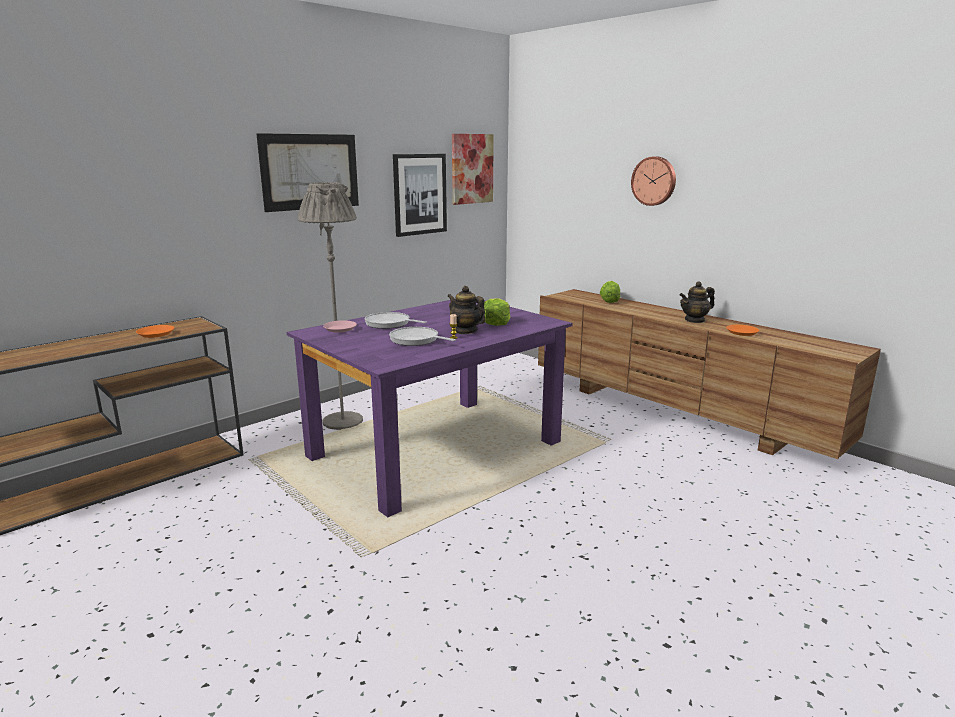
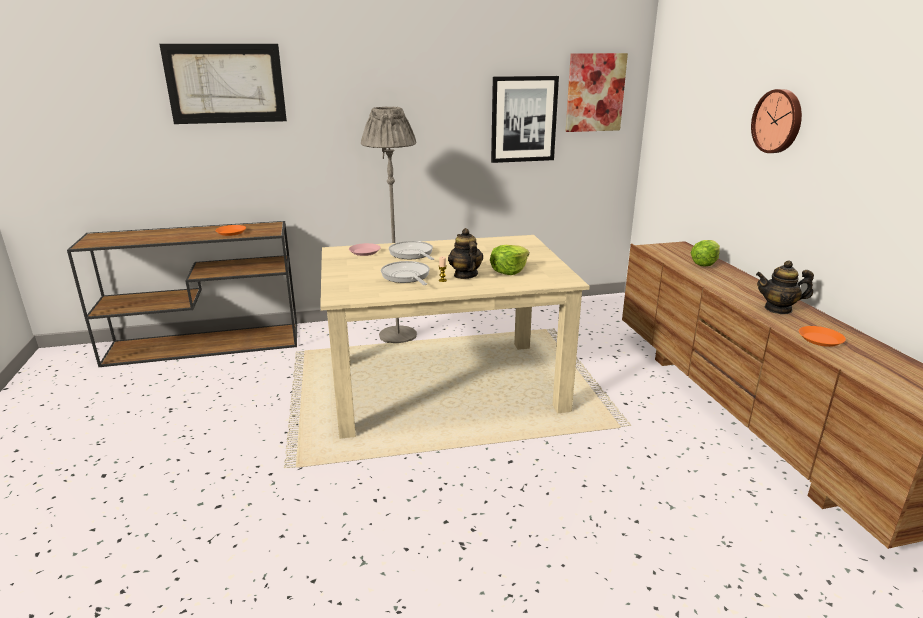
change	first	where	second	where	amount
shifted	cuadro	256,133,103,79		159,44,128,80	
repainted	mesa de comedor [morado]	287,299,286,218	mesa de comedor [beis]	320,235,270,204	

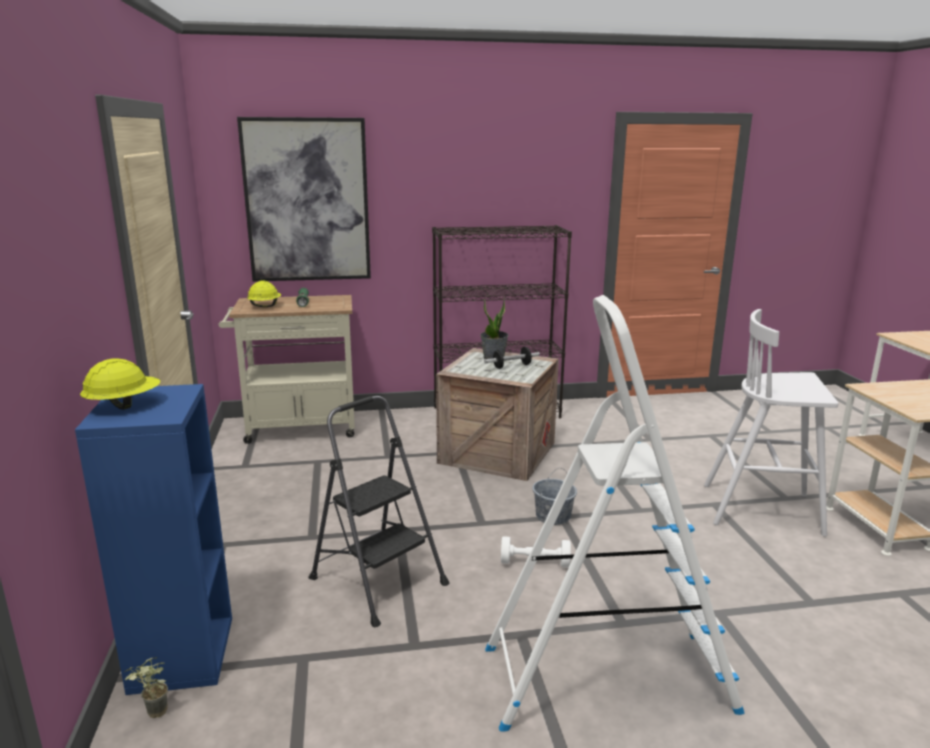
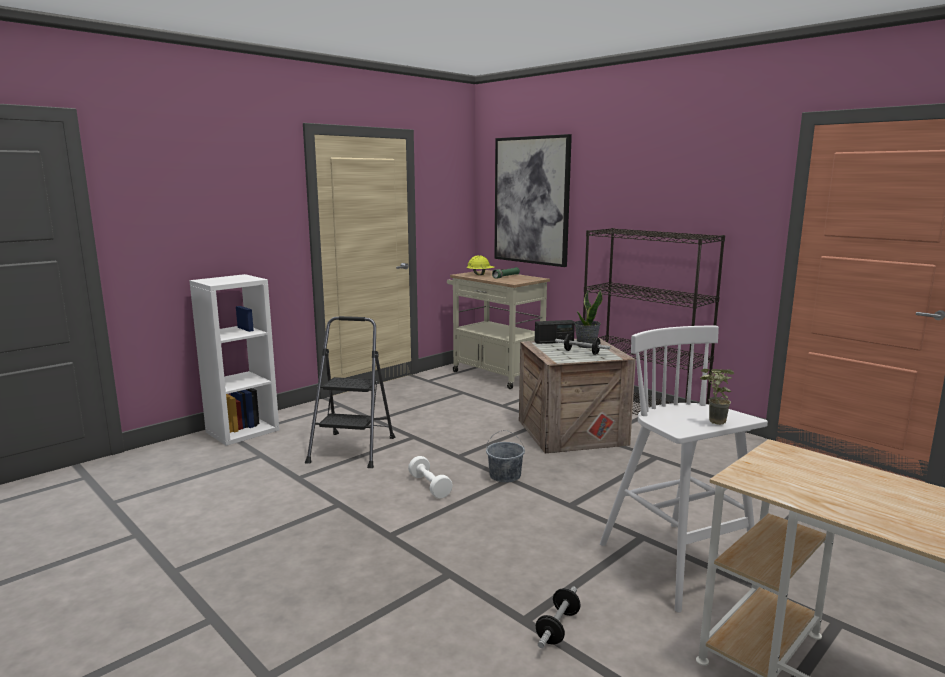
change	first	where	second	where	amount
gone	escalera de tijera [blanco]	485,295,259,437			
gone	casco [amarillo]	80,358,80,52			
repainted	estantería [azul]	75,384,157,311	estantería [blanco]	189,274,90,172	
shifted	planta en maceta	124,657,44,61		700,369,34,56	
new			radio	535,320,40,24	
new			mancuerna	536,586,45,62	

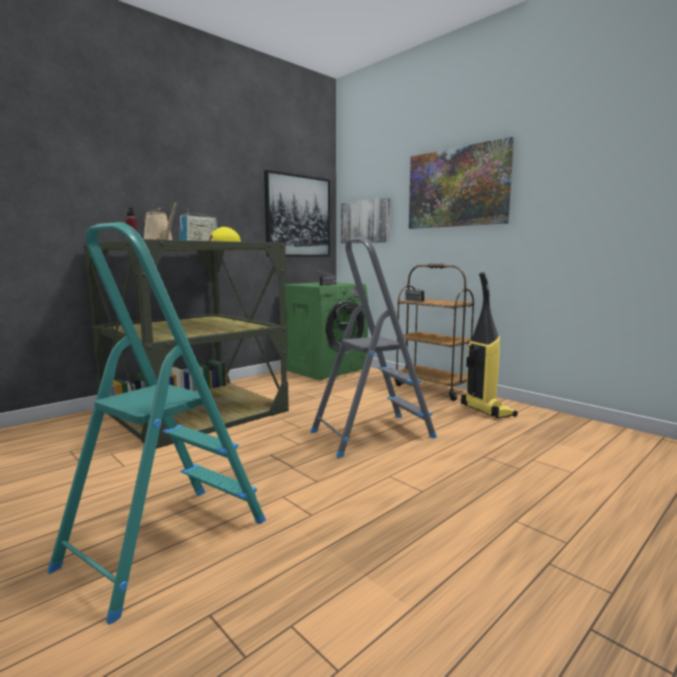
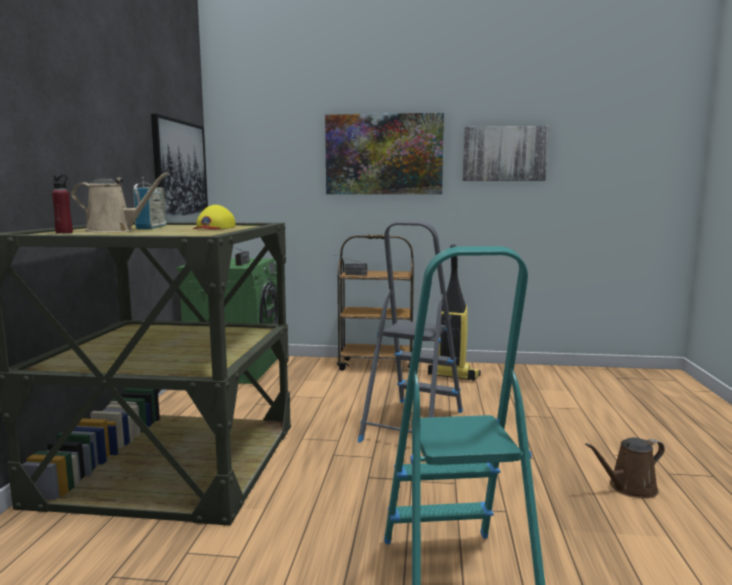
change	first	where	second	where	amount
shifted	cuadro	341,198,49,46		463,126,86,55	
new			regadera [marrón]	585,437,80,61	

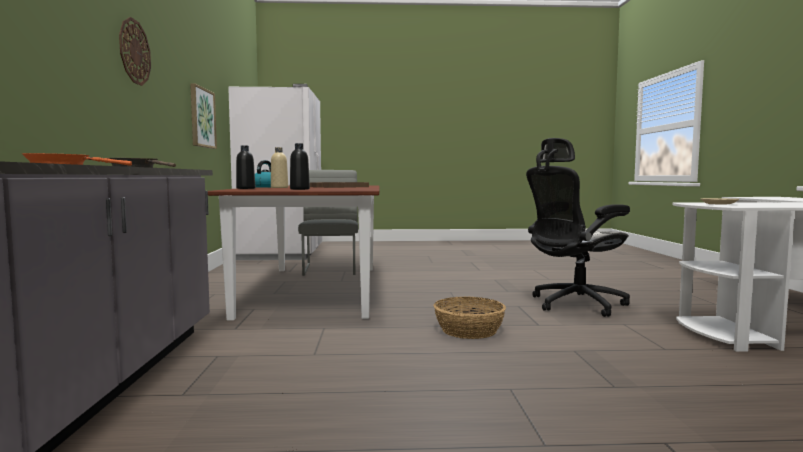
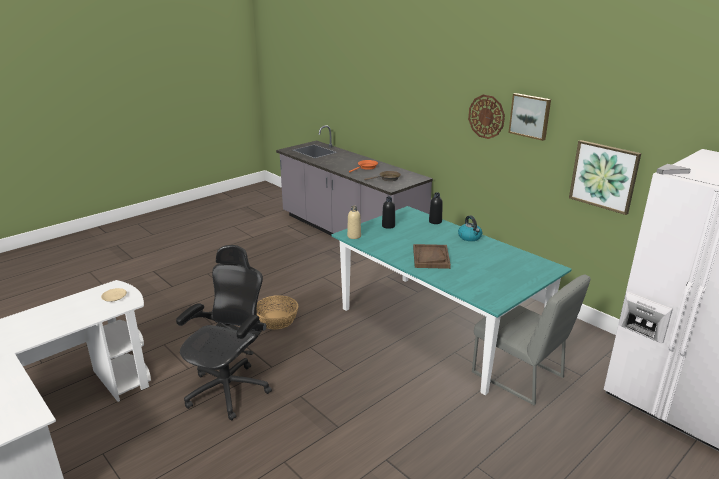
change	first	where	second	where	amount
shifted	botella [beis]	271,147,17,41		347,206,14,33	
repainted	mesa de comedor [marrón]	208,186,171,135	mesa de comedor [turquesa]	332,206,240,189	
new			cuadro	508,93,43,48	

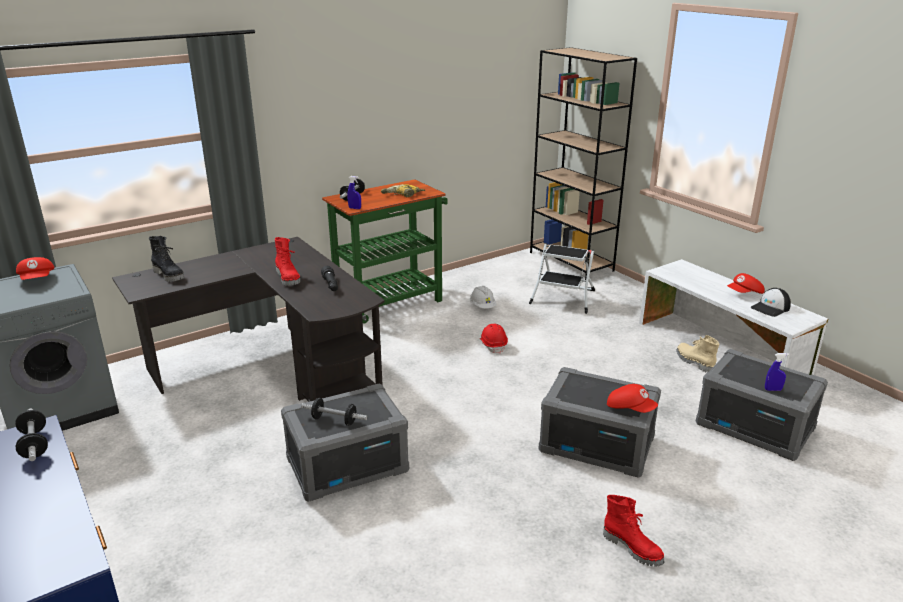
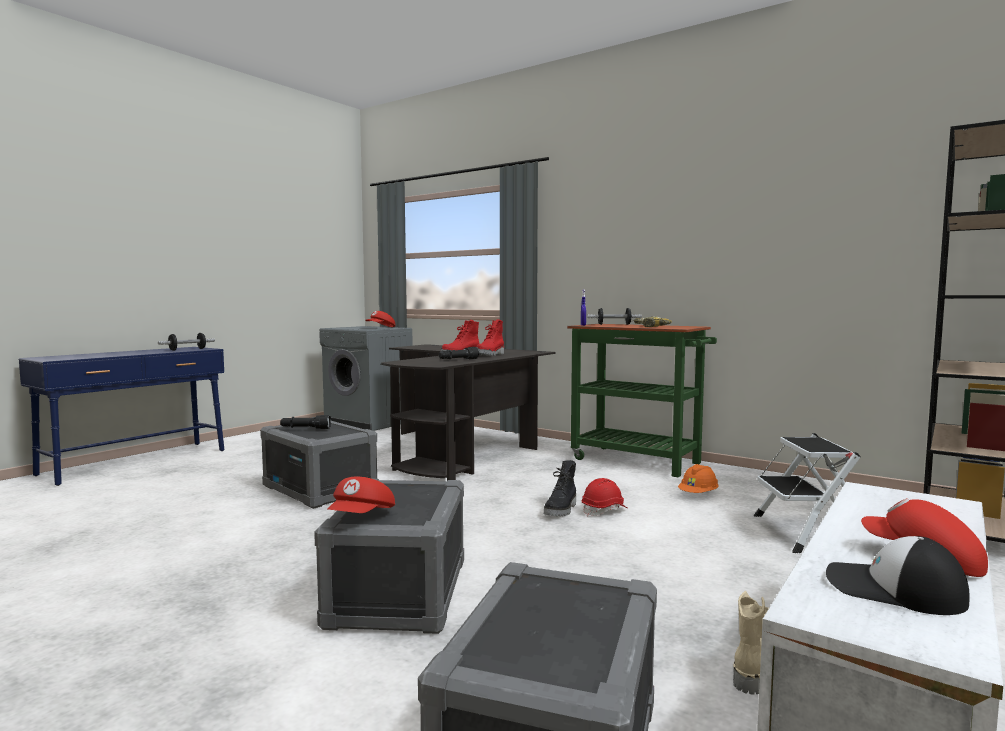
change	first	where	second	where	amount
shifted	bota [negro]	149,236,35,46		544,460,32,56	
repainted	casco [blanco]	470,286,26,22	casco [naranja]	678,464,40,29	
gone	pulverizador [azul]	765,353,24,38			
swapped	mancuerna	301,398,66,28	linterna [negro]	280,415,51,14	
shifted	bota [rojo]	603,495,61,72		477,319,27,37	

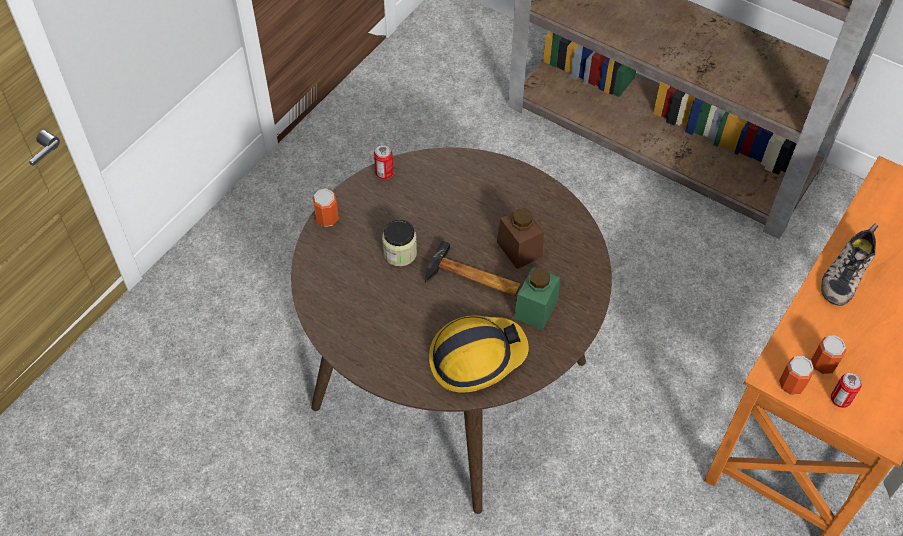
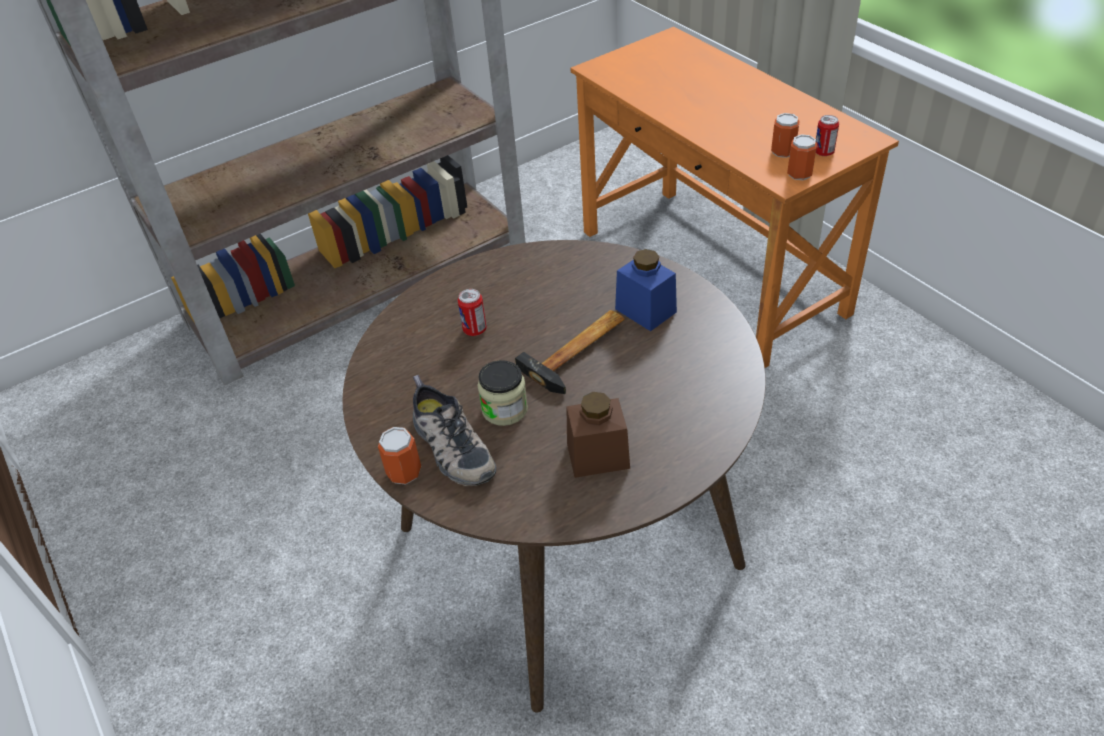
change	first	where	second	where	amount
shifted	lata	374,145,19,34		458,289,29,47	
shifted	tarro [marrón]	497,207,47,62		566,392,64,86	
shifted	zapato	821,224,57,82		413,375,83,111	
repainted	tarro [verde]	514,267,46,63	tarro [azul]	615,249,62,82	
gone	casco	429,315,100,77			

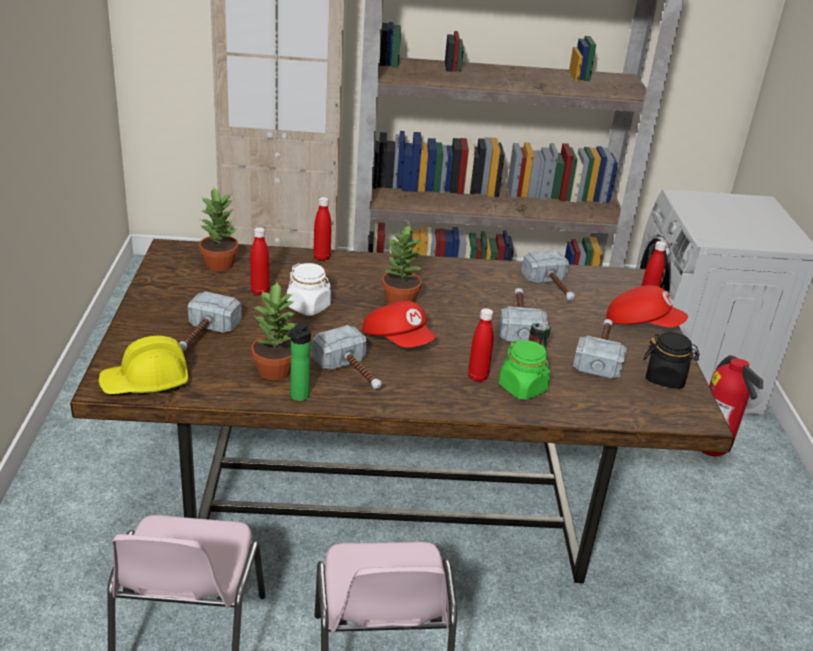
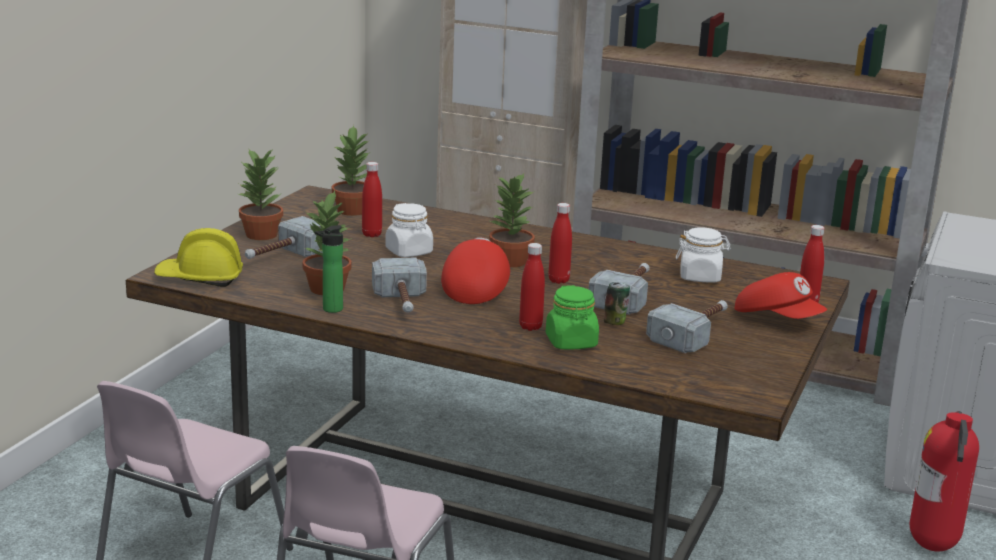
change	first	where	second	where	amount
shifted	botella [rojo]	313,197,19,64		549,203,23,81	
swapped	martillo	521,250,54,50	tarro [blanco]	676,227,55,55	
rotated	gorra [rojo]	362,301,74,47		441,237,69,67	150 degrees counterclockwise
gone	tarro [negro]	644,332,56,57			
new			planta en maceta	239,148,44,92	

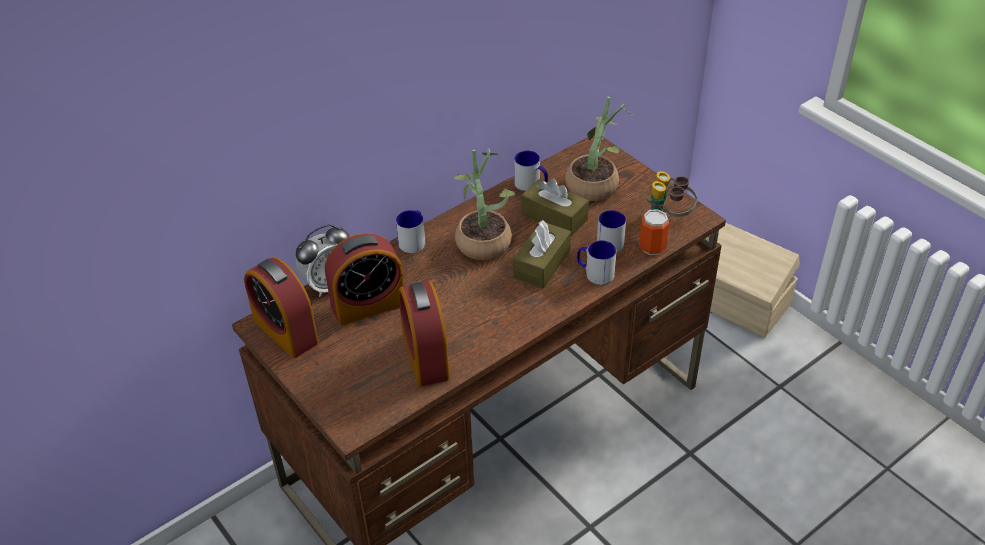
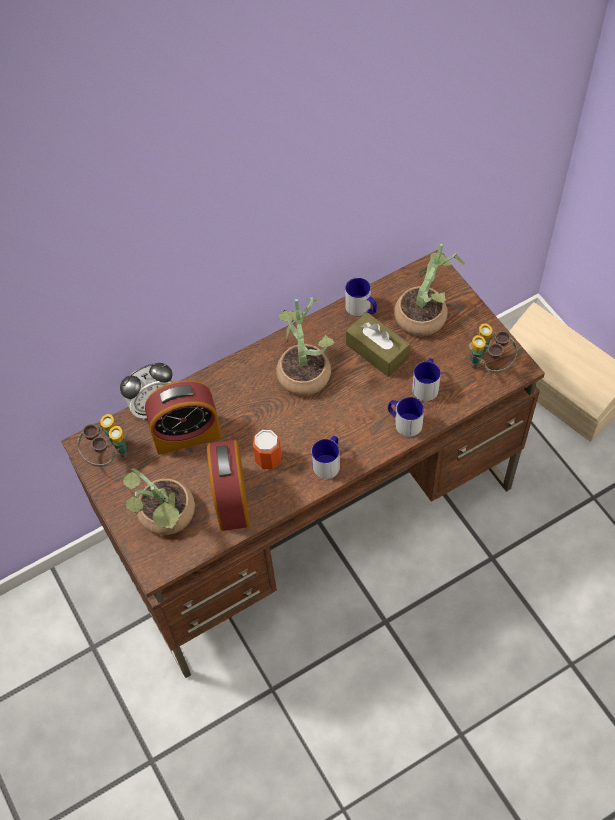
change	first	where	second	where	amount
shifted	lata	639,209,30,46		253,430,28,39	
shifted	taza grande	396,210,29,43		312,436,28,43	
gone	caja de pañuelos [marrón]	513,220,58,69			
swapped	despertador	244,257,75,101	prismáticos	78,414,50,53	
new			planta en maceta	123,468,72,67	

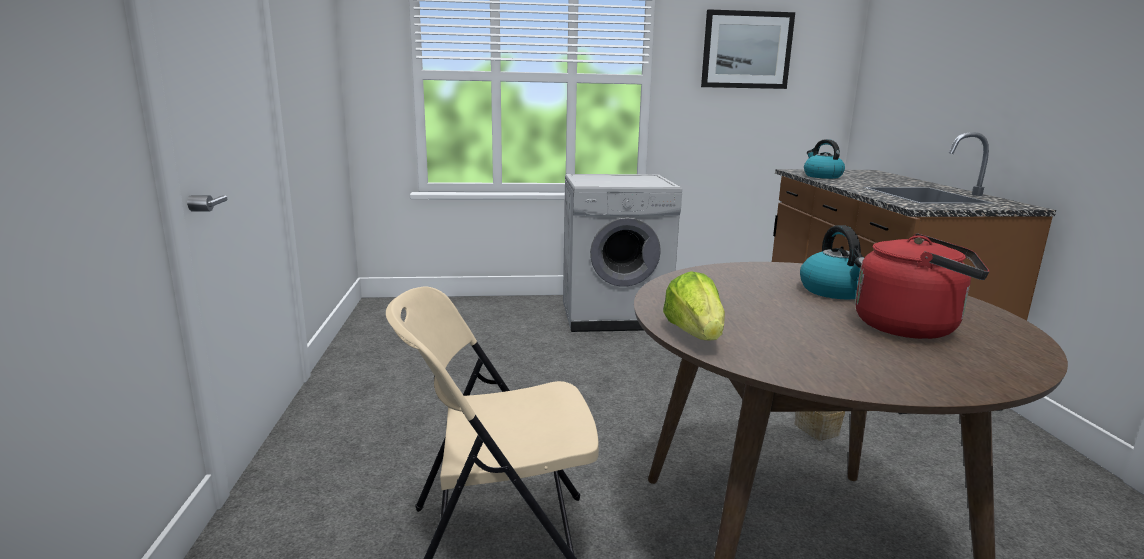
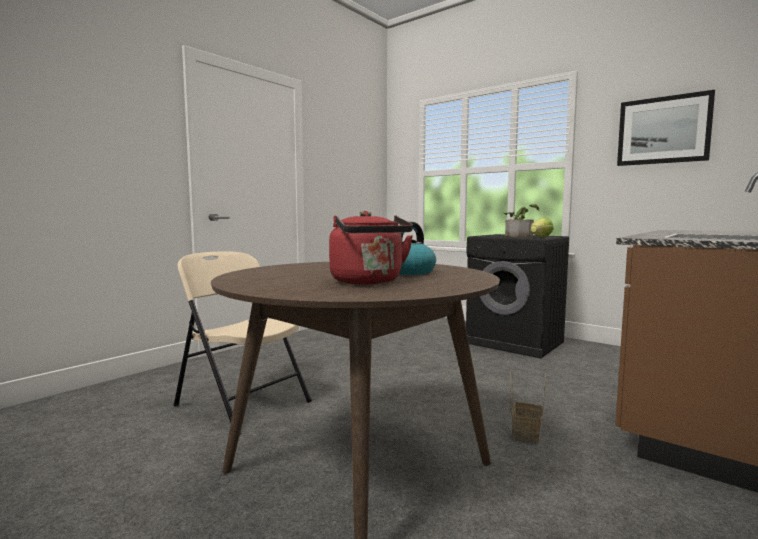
change	first	where	second	where	amount
gone	hervidor	804,139,41,40			
repainted	lavadora [blanco]	563,174,119,158	lavadora [negro]	466,234,103,124	
shifted	lechuga	663,271,62,70		531,217,23,20	
new			planta en maceta	504,204,35,33	

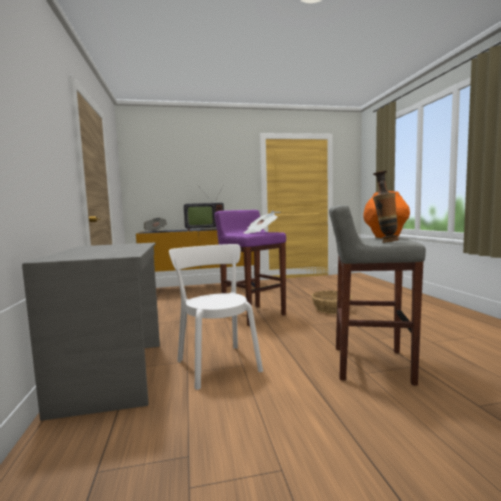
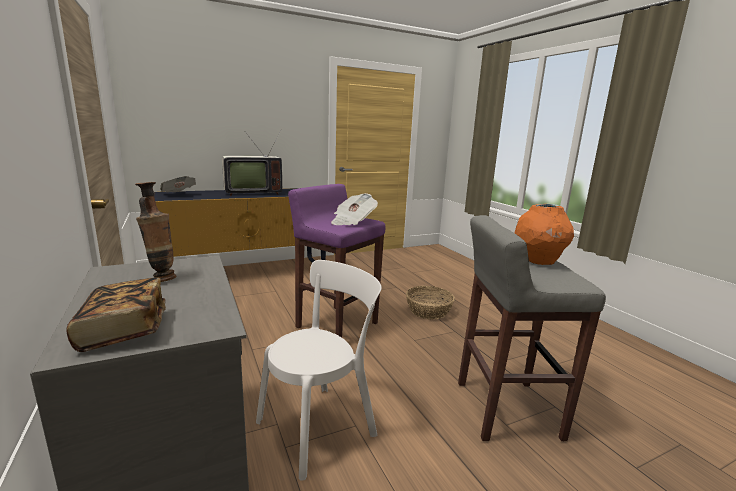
change	first	where	second	where	amount
shifted	florero	373,171,26,72		135,182,41,100	
rotated	silla [blanco]	169,244,94,146		256,260,126,221	90 degrees clockwise
new			libro	66,278,100,74	

